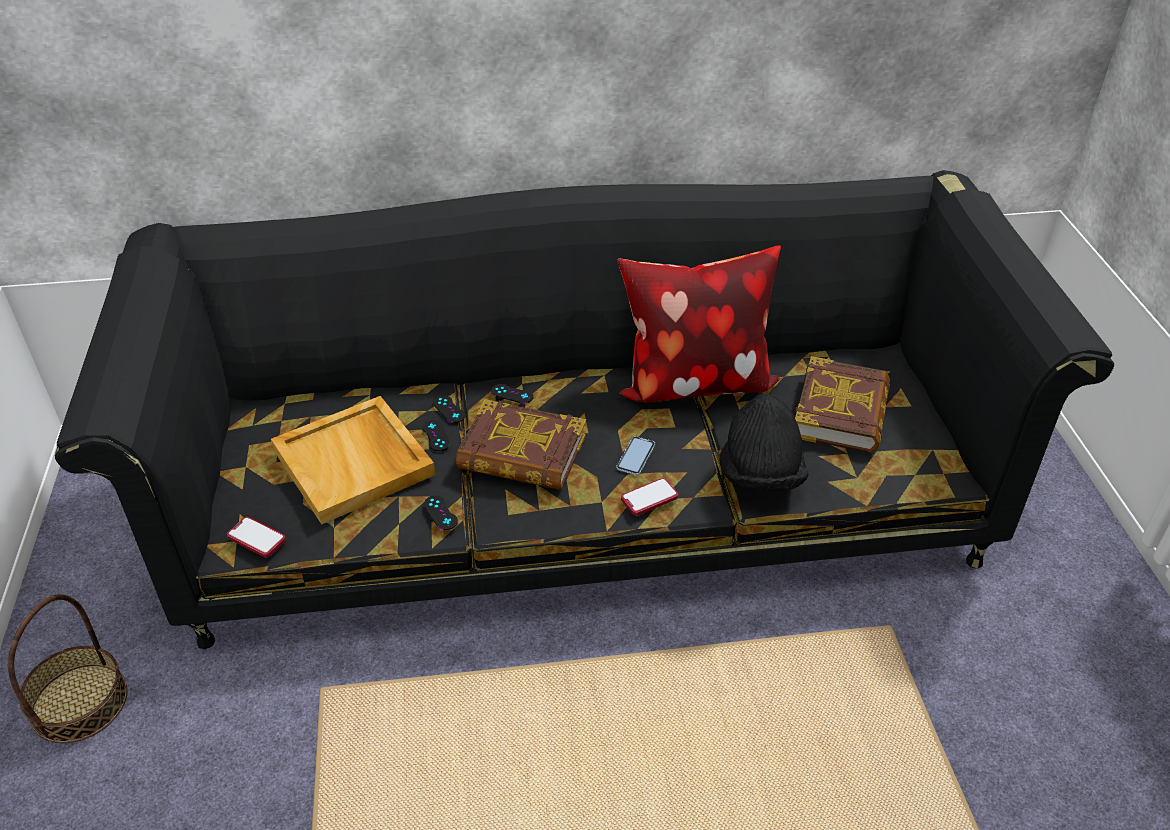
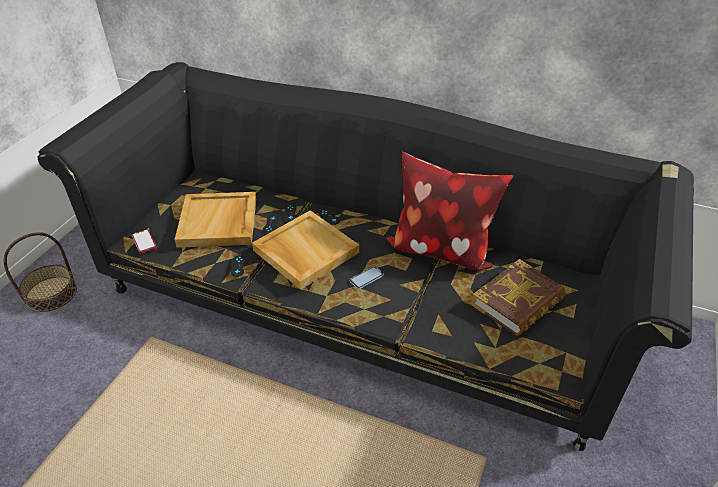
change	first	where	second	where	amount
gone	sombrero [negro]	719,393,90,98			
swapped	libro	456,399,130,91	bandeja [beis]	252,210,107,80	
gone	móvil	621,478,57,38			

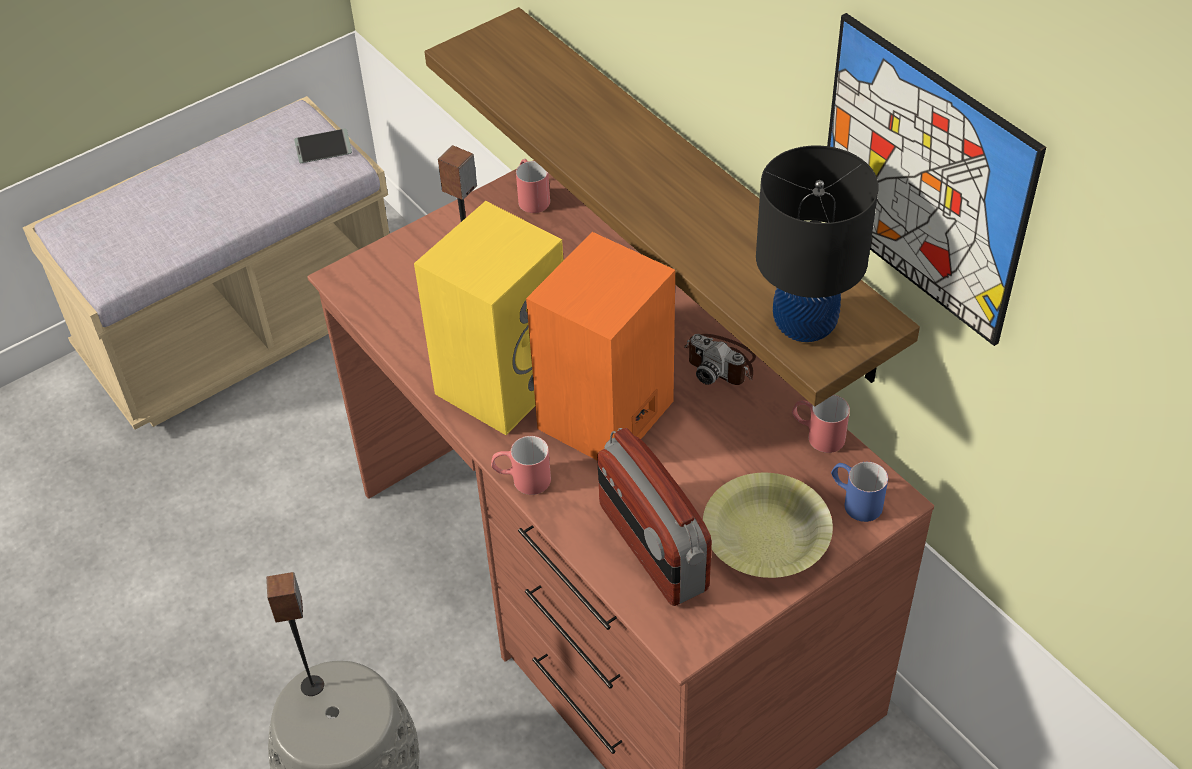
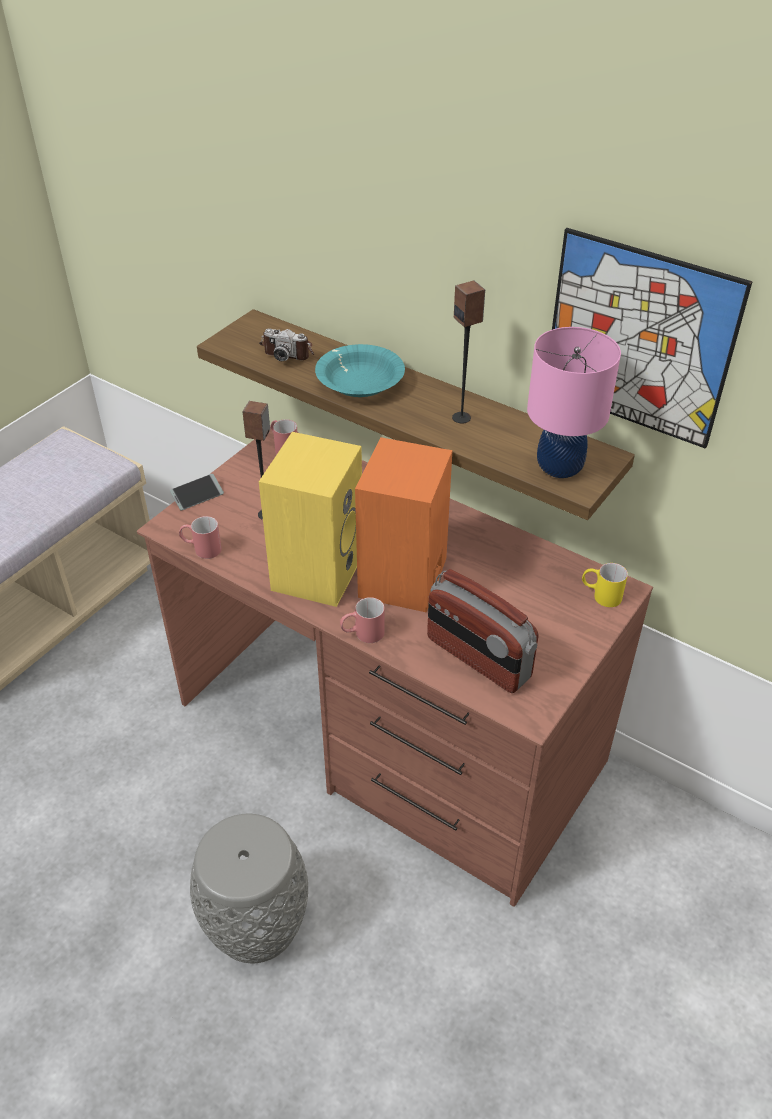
change	first	where	second	where	amount
shifted	móvil	294,129,58,34		170,474,54,37	
repainted	lámpara de mesa [negro]	756,145,123,197	lámpara de mesa [rosa]	527,327,94,151	
shifted	cámara	684,334,72,51		259,328,55,33	
shifted	taza grande [rojo]	792,395,58,58		179,516,43,43	
repainted	taza grande [azul]	831,462,57,60	taza grande [amarillo]	582,563,46,44	
gone	cuenco [amarillo]	703,473,130,105			
shifted	altavoz	266,572,58,124		452,281,33,142	
new			cuenco [turquesa]	315,344,90,53	

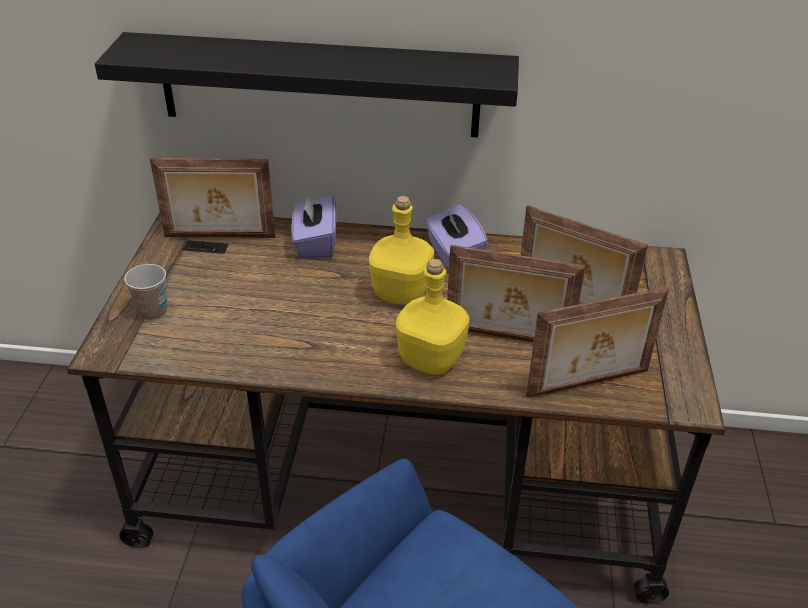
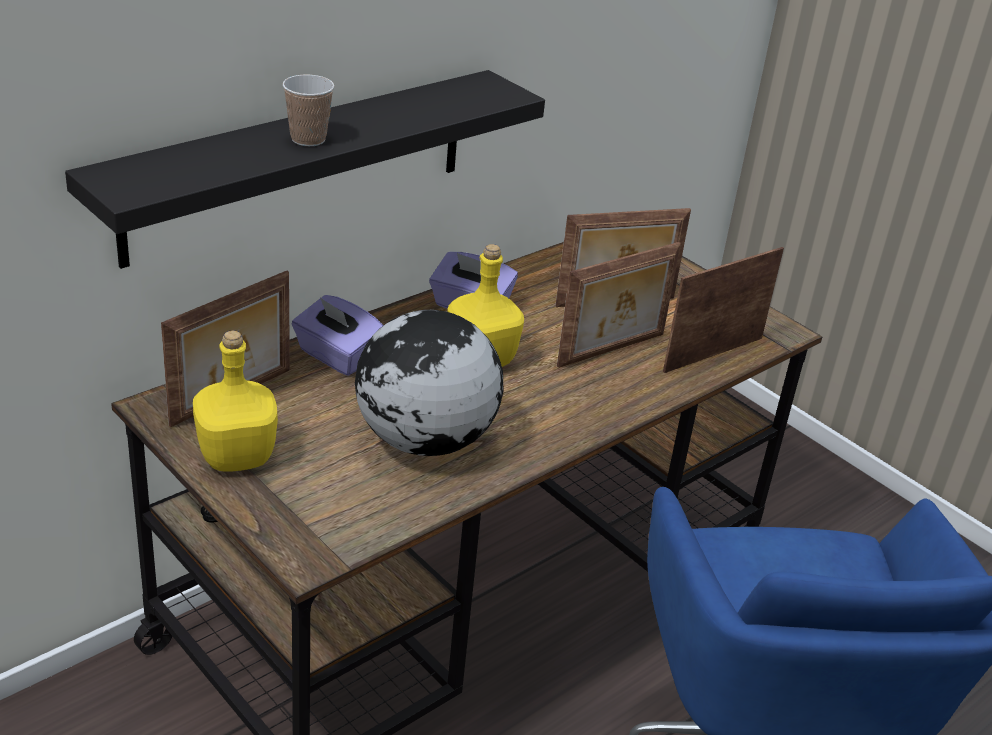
change	first	where	second	where	amount
shifted	botella [amarillo]	396,259,73,116		193,331,85,141	
shifted	taza	124,264,43,56		283,75,52,71	
rotated	portarretratos	526,287,143,111		663,247,121,126	150 degrees counterclockwise
new			globo terráqueo	355,310,148,146	

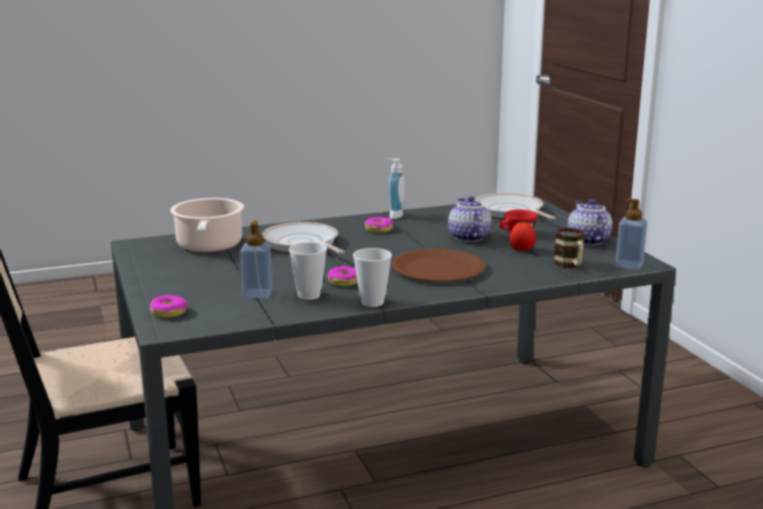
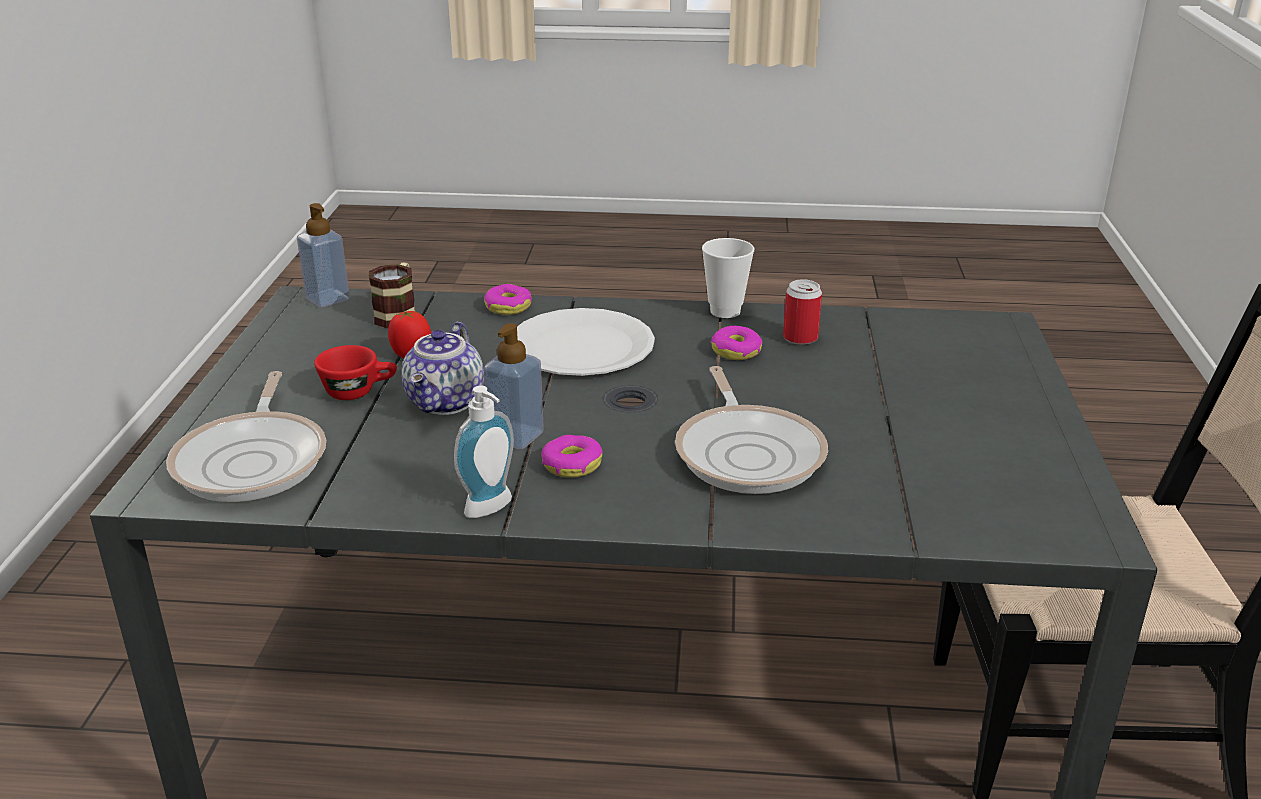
change	first	where	second	where	amount
gone	olla	170,198,74,55			
gone	tetera	568,199,45,46			
shifted	dispensador de jabón	240,220,32,78		483,323,61,126	
swapped	taza	289,242,38,58	lata	783,279,39,66	
repainted	plato [marrón]	392,249,94,33	plato [blanco]	517,308,138,68	
shifted	rosquilla	150,295,38,23		484,284,48,31	

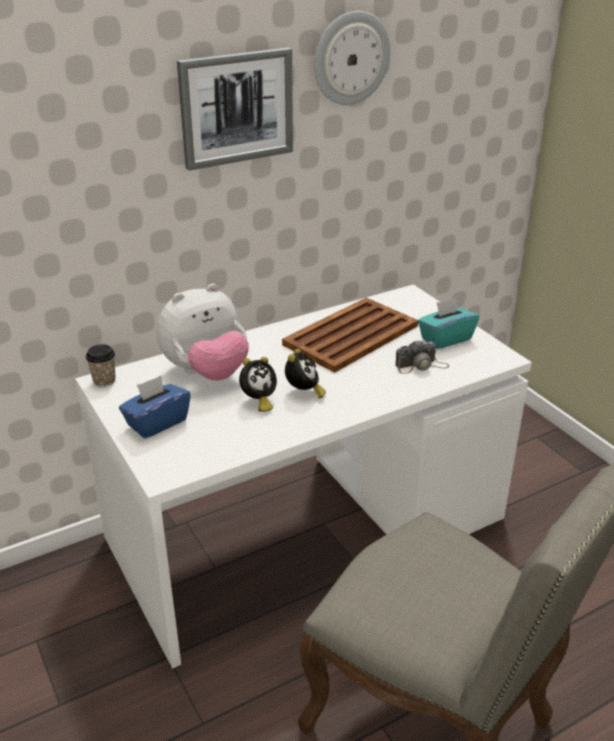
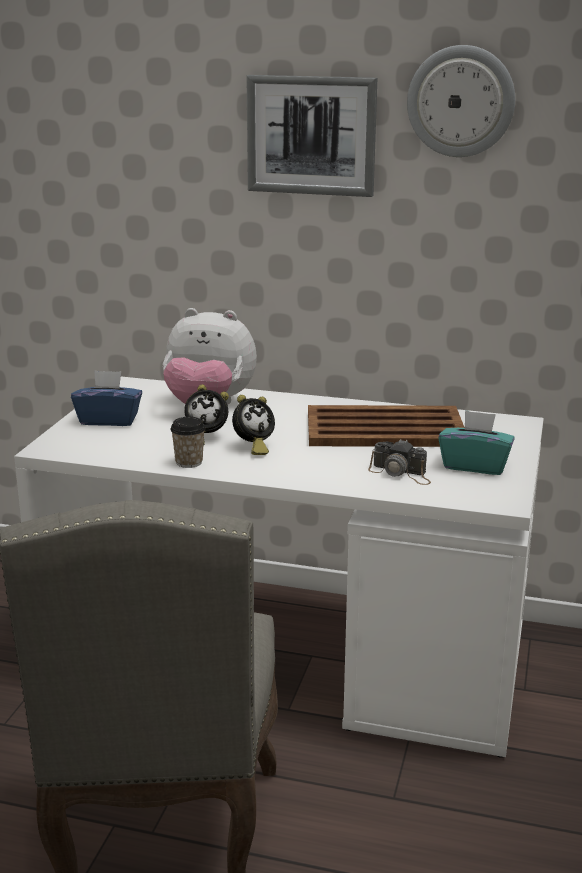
change	first	where	second	where	amount
shifted	taza	86,344,30,43		170,417,35,51	

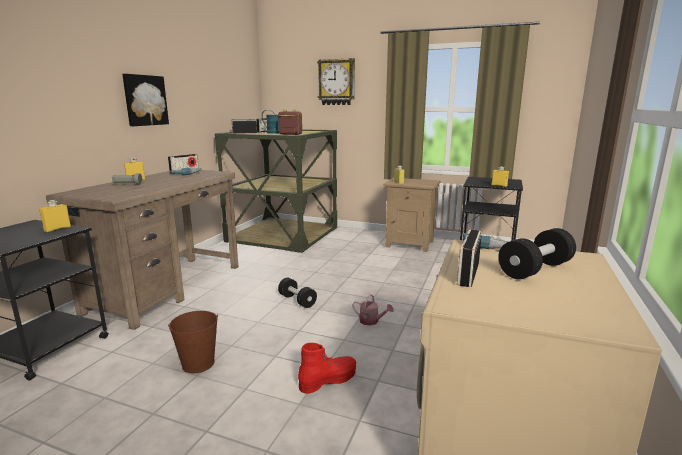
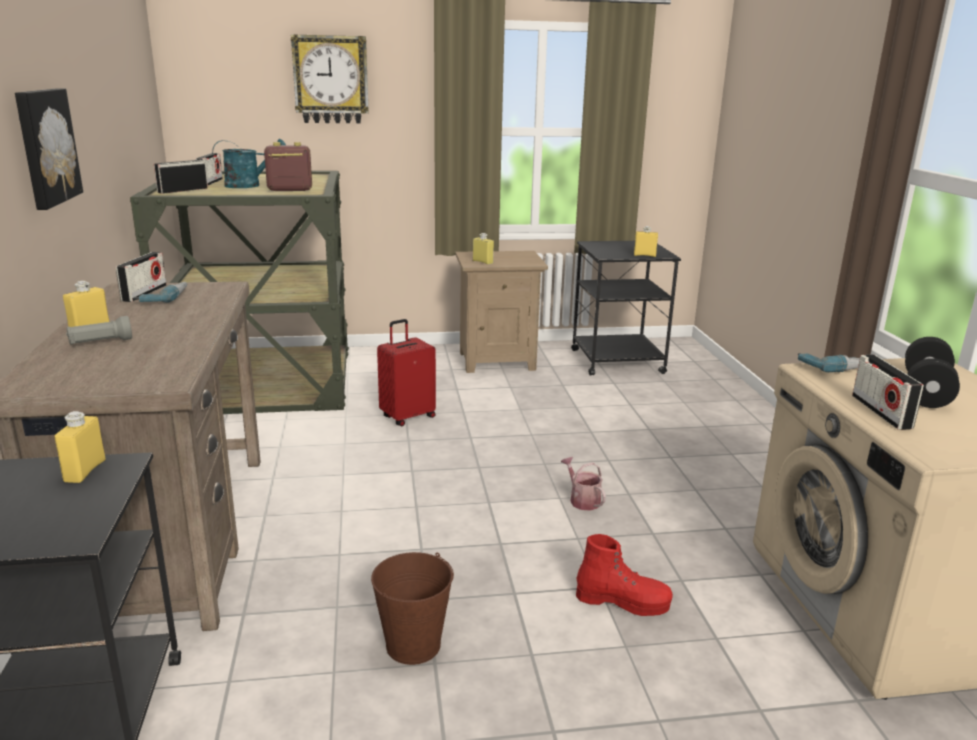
change	first	where	second	where	amount
gone	mancuerna [negro]	278,278,39,30			
rotated	regadera	352,294,42,32		561,457,45,54	120 degrees counterclockwise
rotated	bota [rojo]	298,343,58,51		576,534,97,82	75 degrees clockwise
new			maleta [rojo]	377,319,59,107	

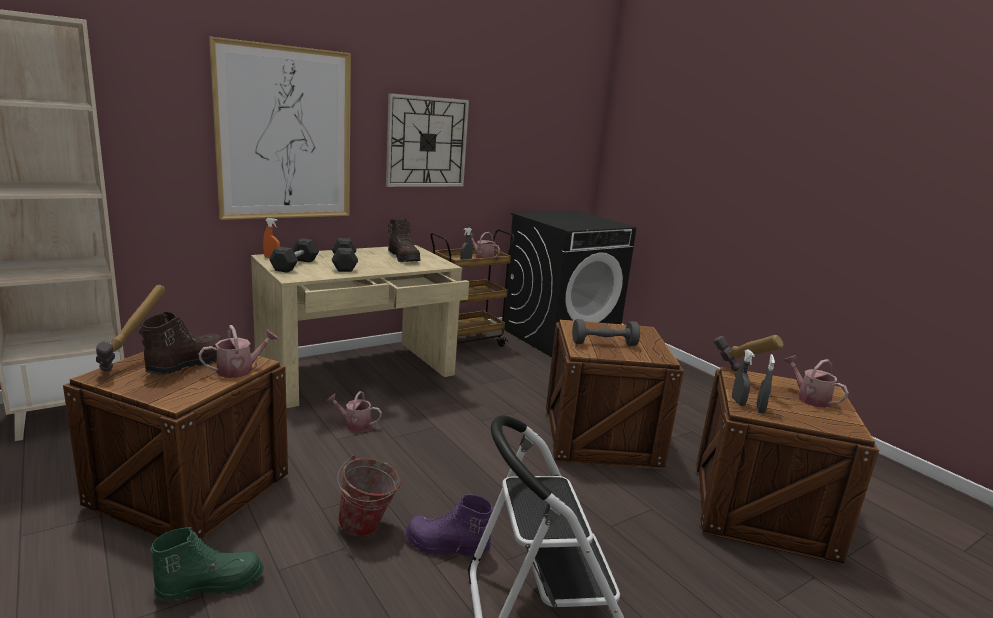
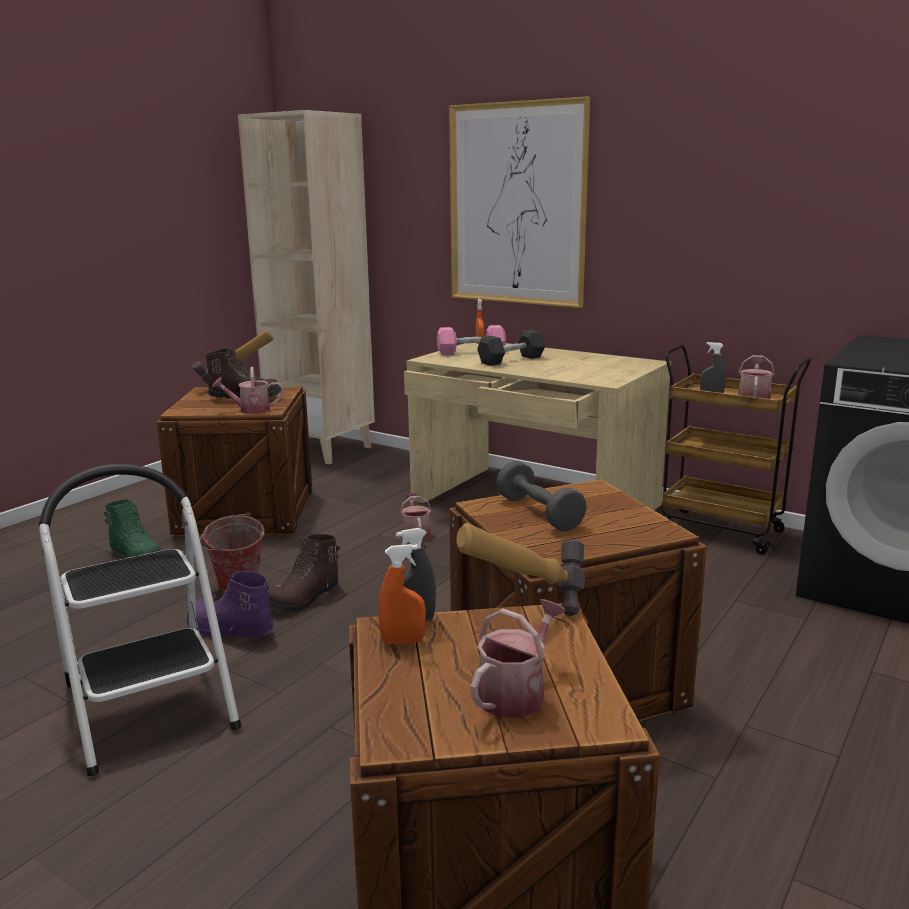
change	first	where	second	where	amount
gone	reloj de pared	386,93,83,94			
shifted	bota [marrón]	388,219,33,43		268,534,72,79	
repainted	mancuerna [gris]	269,238,50,35	mancuerna [rosa]	437,325,69,30	
rotated	regadera	198,325,81,53		212,367,71,47	135 degrees clockwise
repainted	pulverizador [gris]	756,354,19,60	pulverizador [naranja]	378,544,48,101	
rotated	bota [morado]	405,494,88,63		186,571,88,68	60 degrees counterclockwise

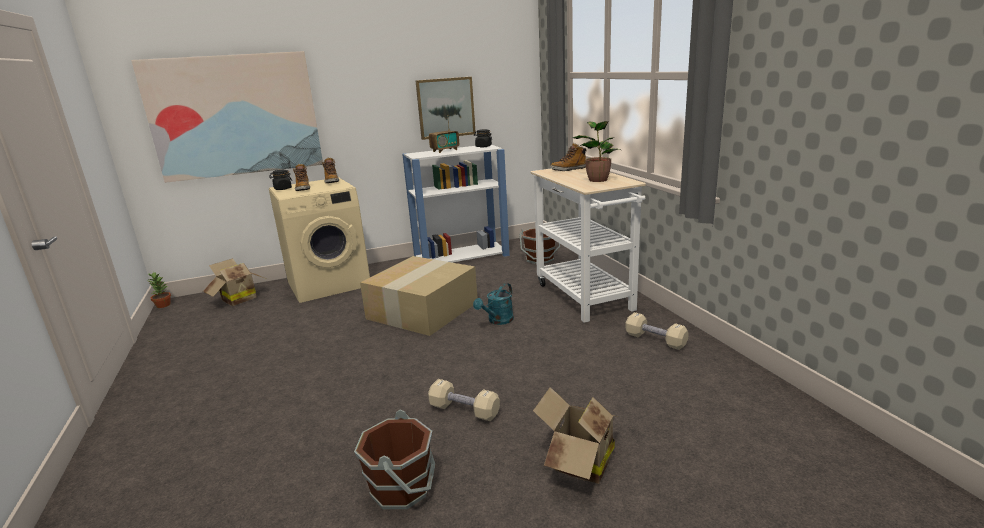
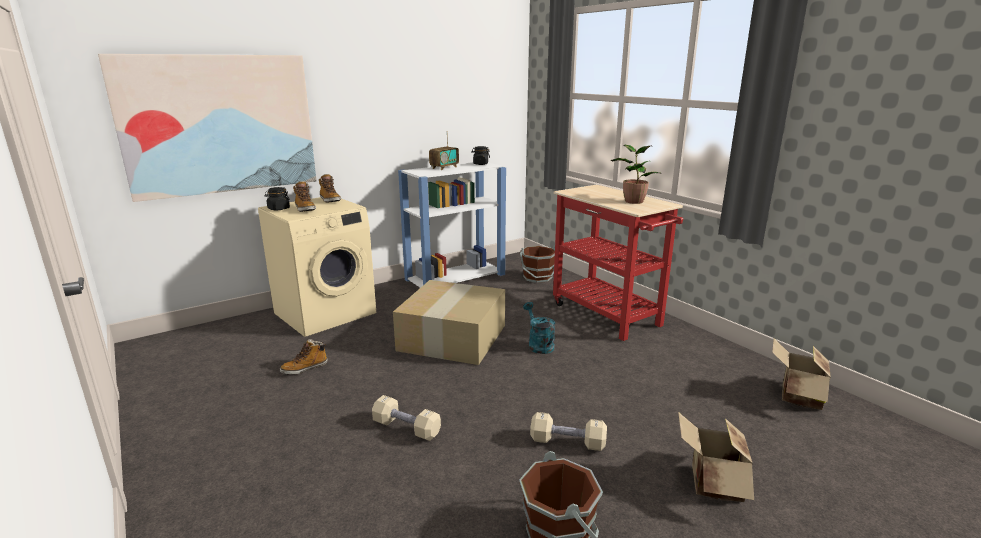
change	first	where	second	where	amount
gone	cuadro	416,77,60,63			
shifted	bota	550,143,36,28		280,339,48,36	
repainted	carrito [blanco]	531,168,115,155	carrito [rojo]	553,185,130,156	
shifted	caja de cartón	203,258,61,48		772,339,59,71	
gone	planta en maceta	147,272,24,36			
rotated	regadera [turquesa]	473,283,41,42		523,302,32,52	135 degrees clockwise
shifted	mancuerna [beis]	625,312,64,38		372,395,69,46	

